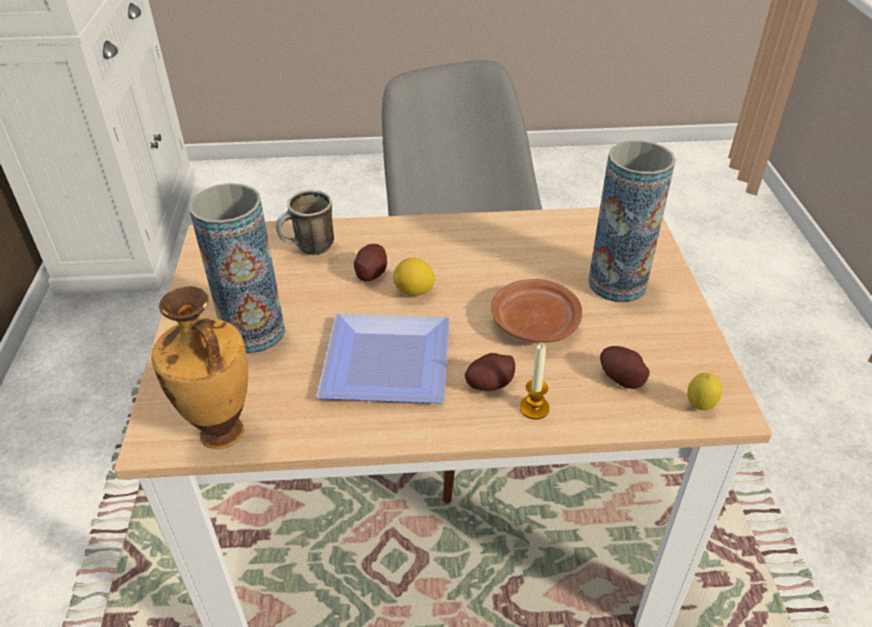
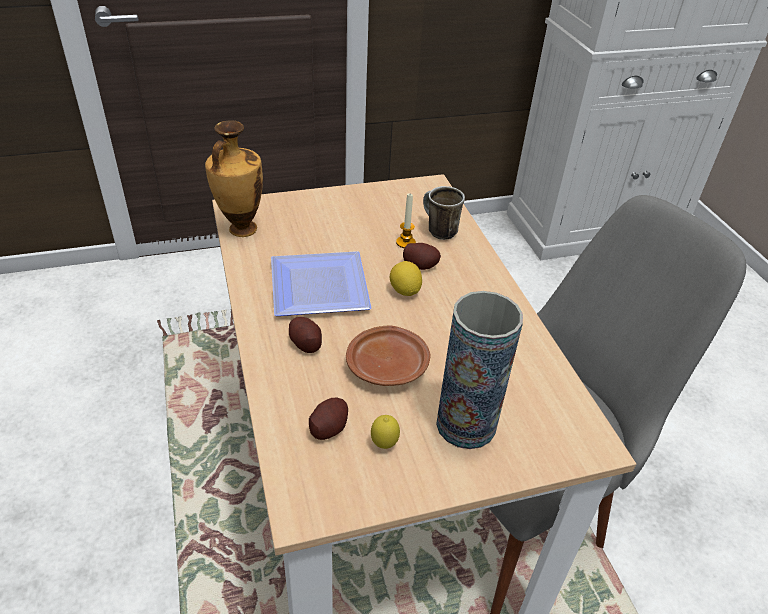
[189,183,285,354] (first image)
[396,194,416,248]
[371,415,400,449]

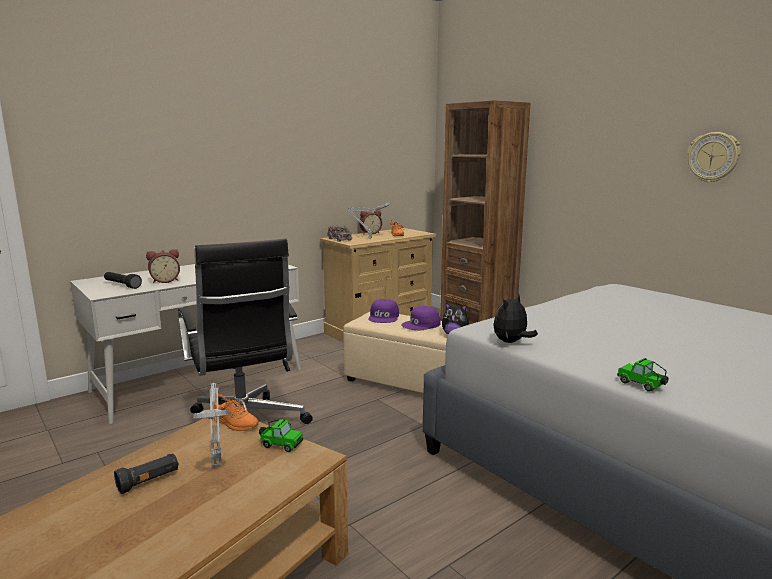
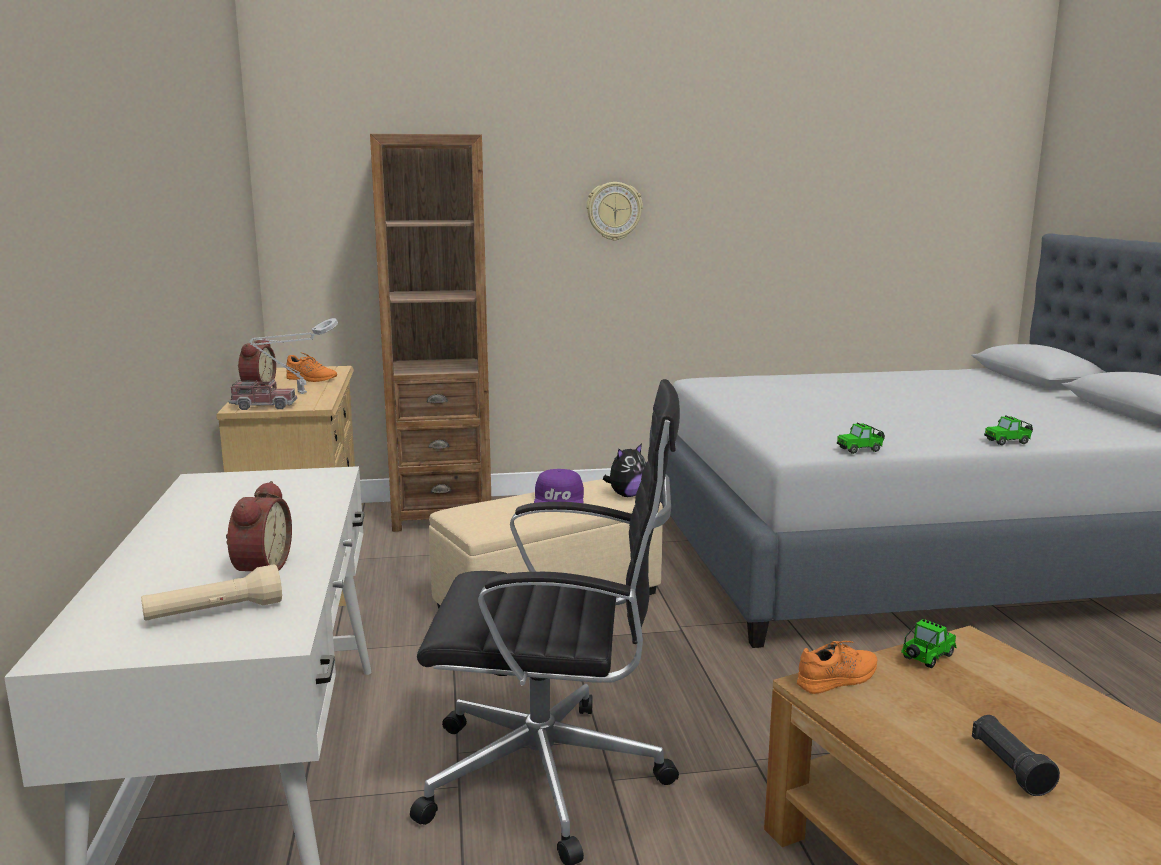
[586,182,643,241]
[141,564,282,621]
[837,423,885,454]
[368,299,399,323] (first image)
[193,383,227,467] (first image)

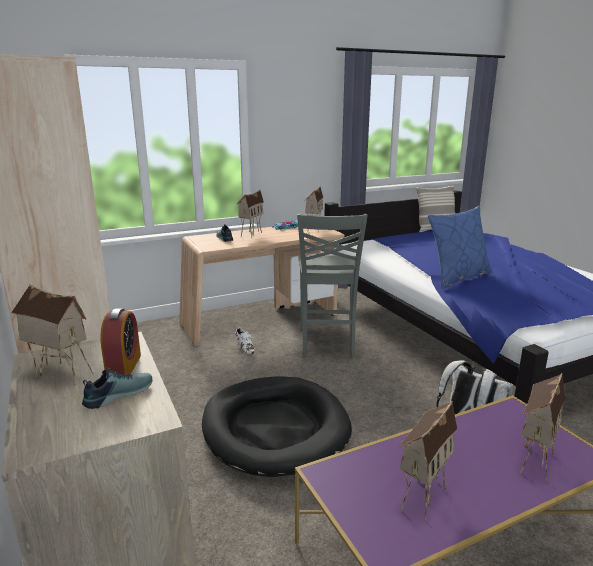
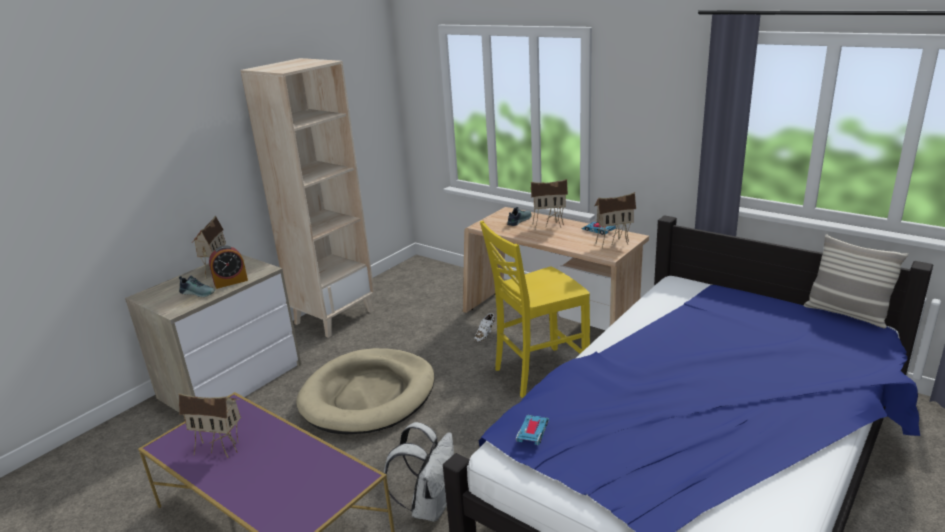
[428,206,493,289] (first image)
[480,221,590,398]
[520,373,566,482] (first image)
[296,348,435,434]
[516,415,549,445]

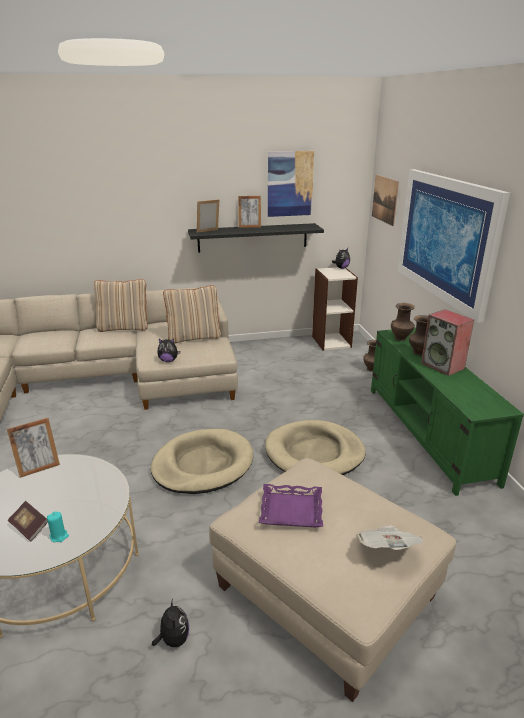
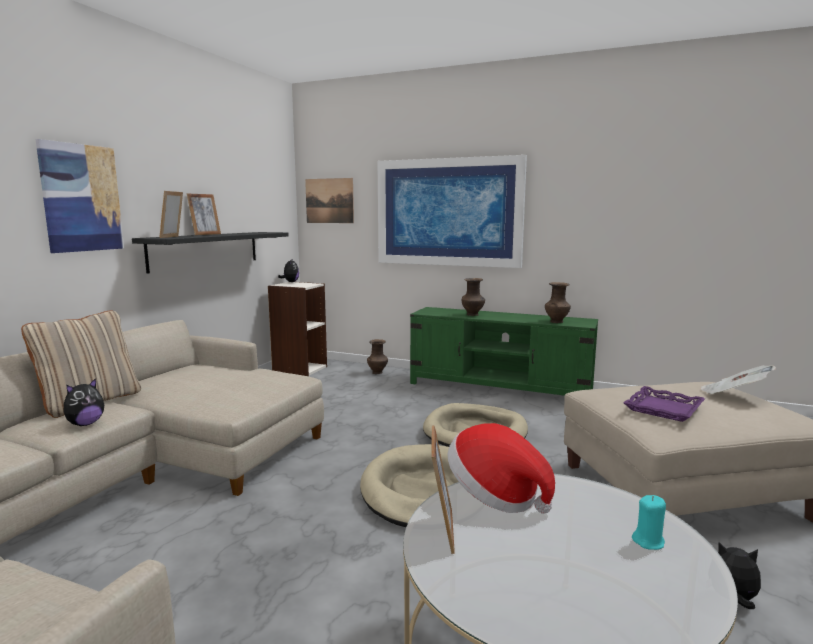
[35,139,124,253]
[163,285,221,344] (first image)
[545,282,571,323]
[421,309,474,376] (first image)
[63,378,104,426]
[8,501,48,541] (first image)
[448,423,555,514]

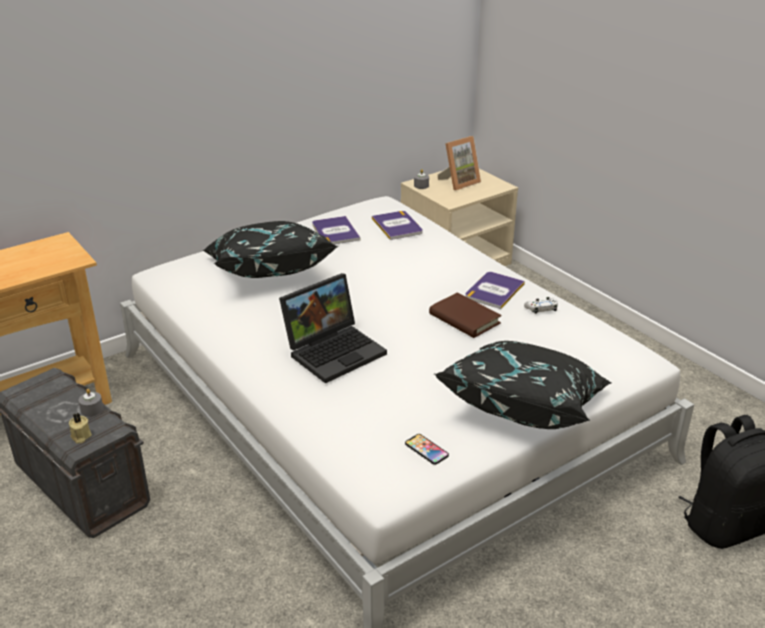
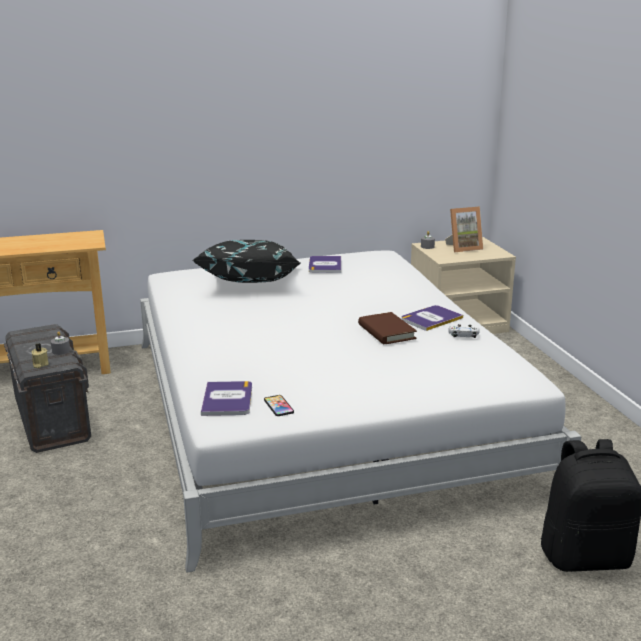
[201,381,252,416]
[279,273,387,383] (first image)
[434,341,612,429] (first image)

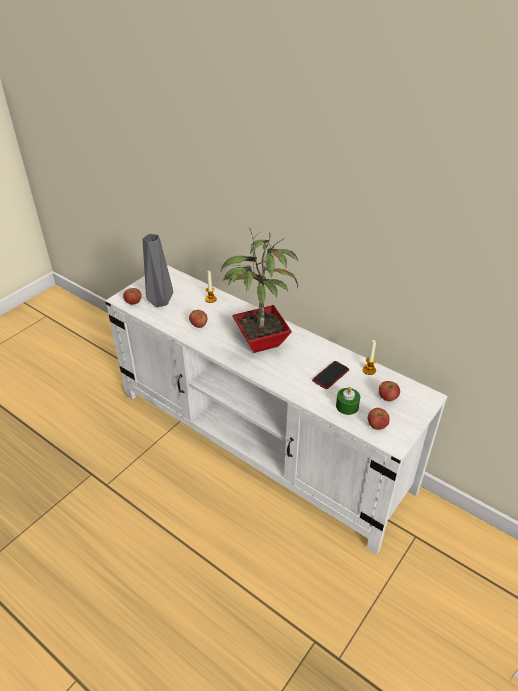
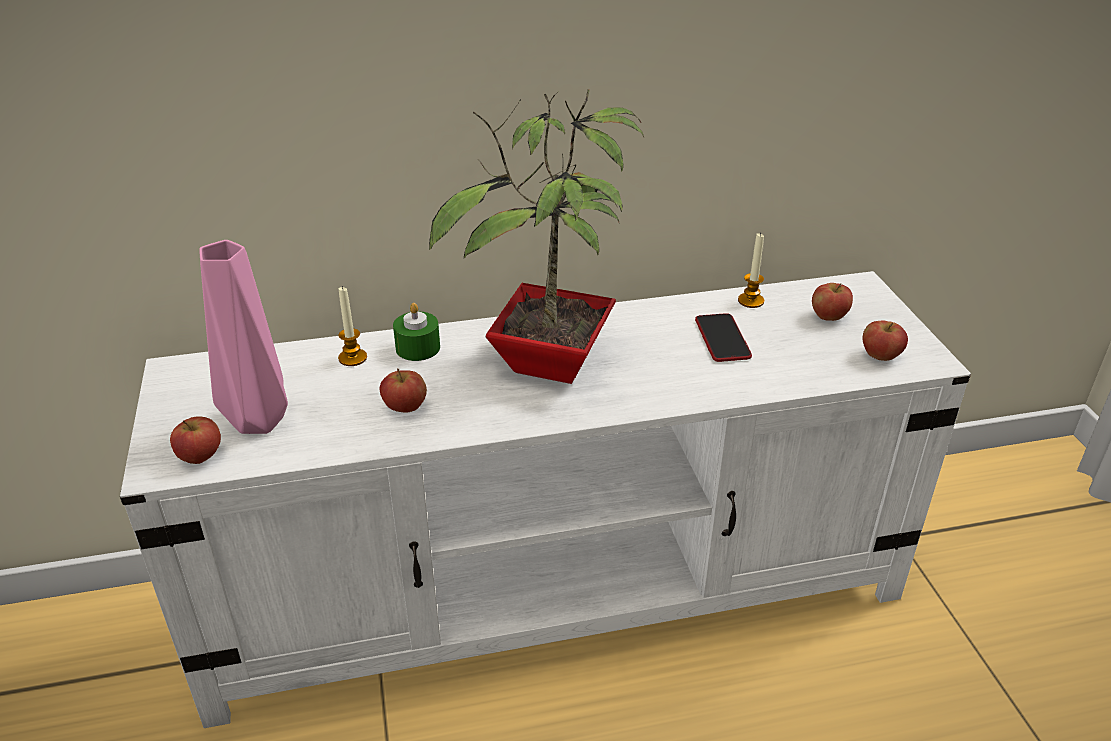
[199,240,288,434]
[393,303,440,361]

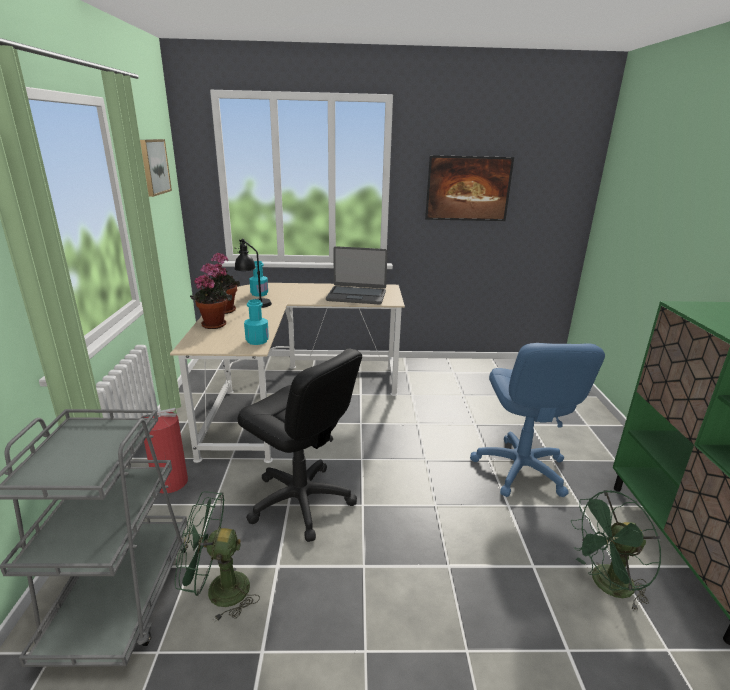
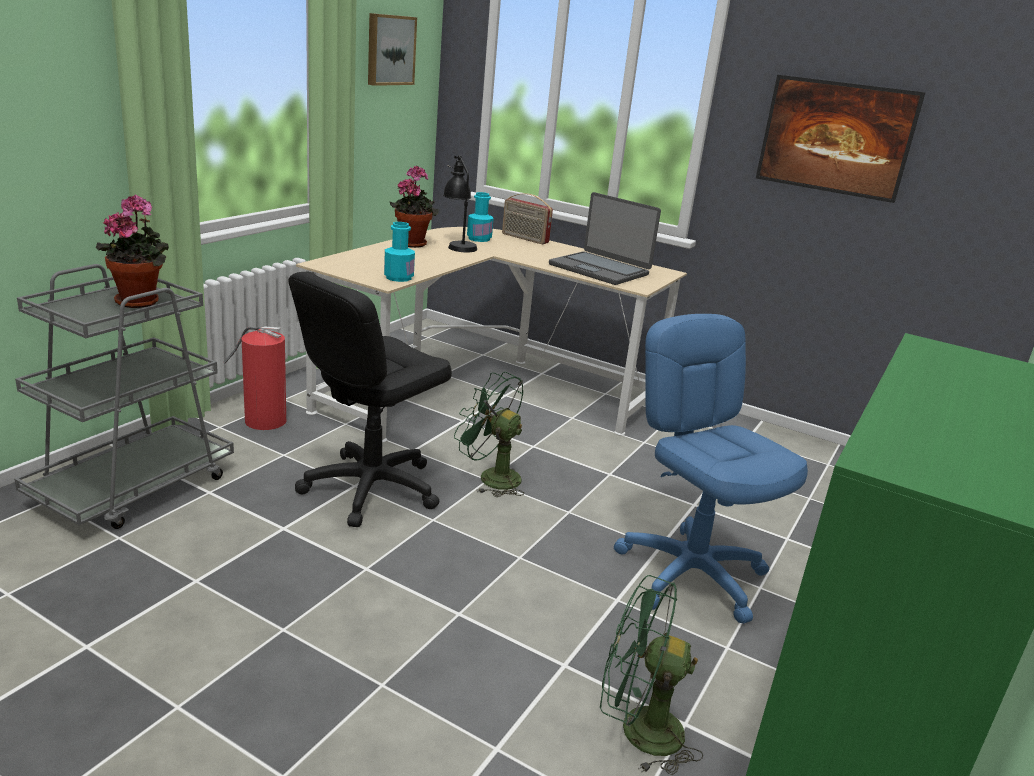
[96,194,169,308]
[614,314,808,624]
[288,271,452,527]
[454,372,524,497]
[502,193,553,244]

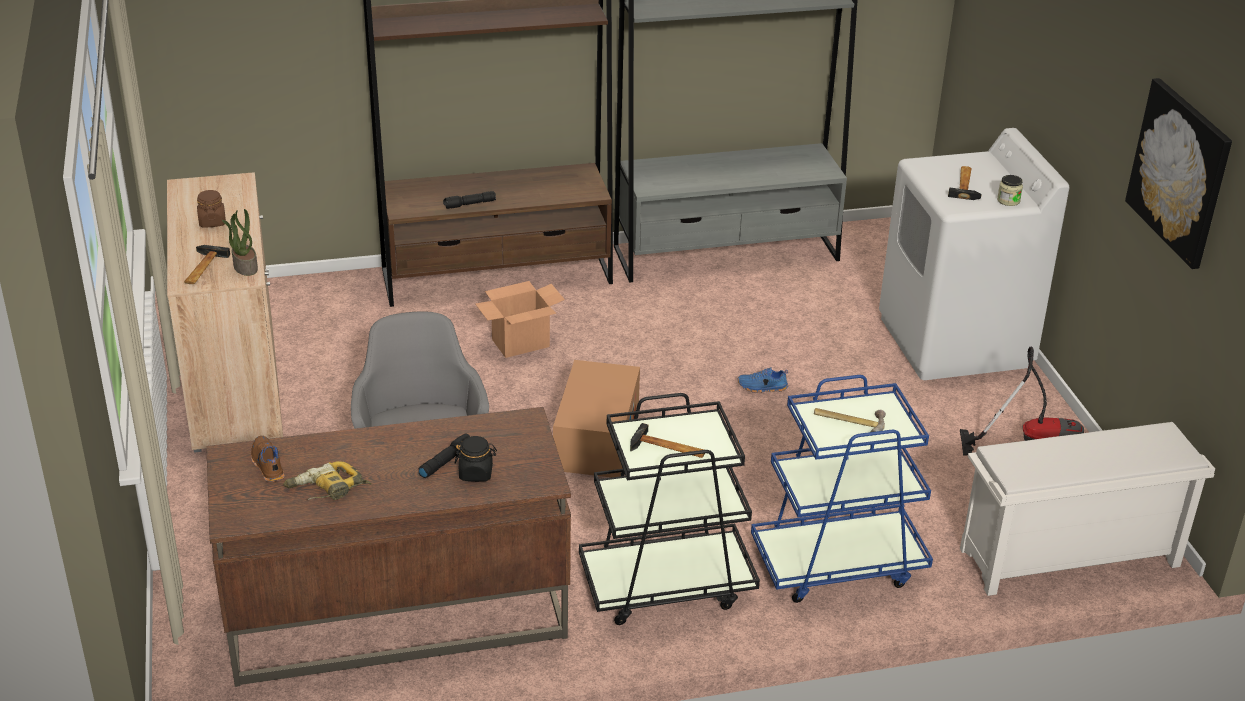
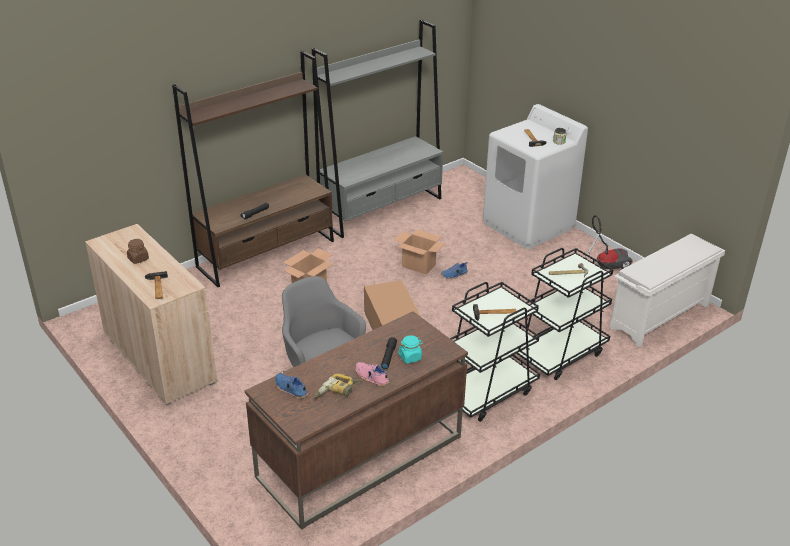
[1125,78,1232,269] (first image)
[222,209,258,276] (first image)
[516,248,613,380]
[275,373,308,399]
[398,335,423,364]
[394,230,445,275]
[356,362,389,387]

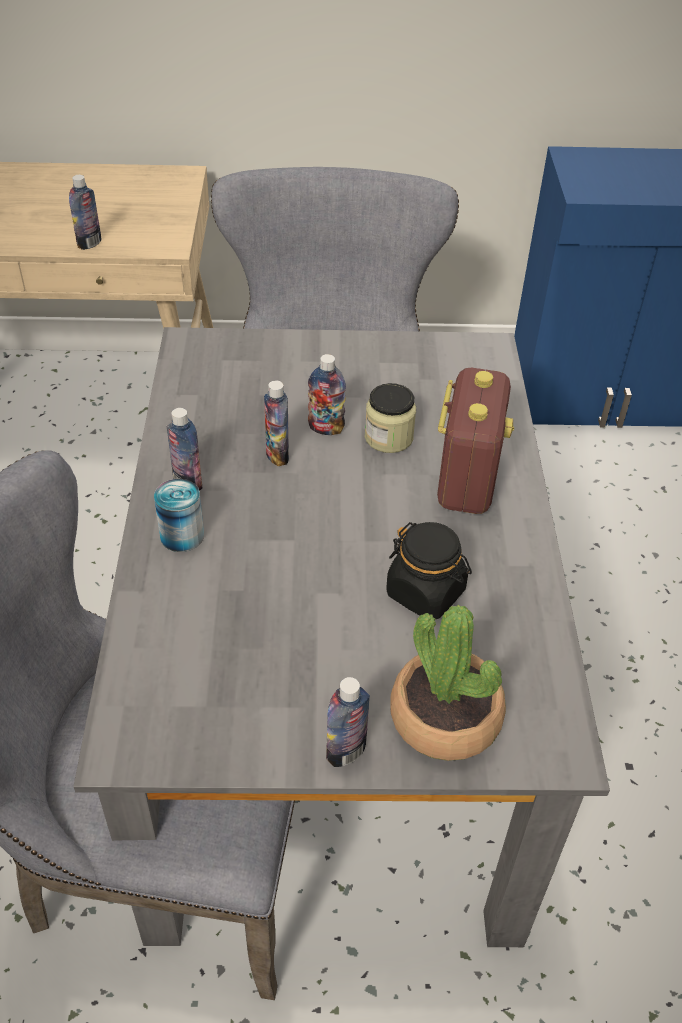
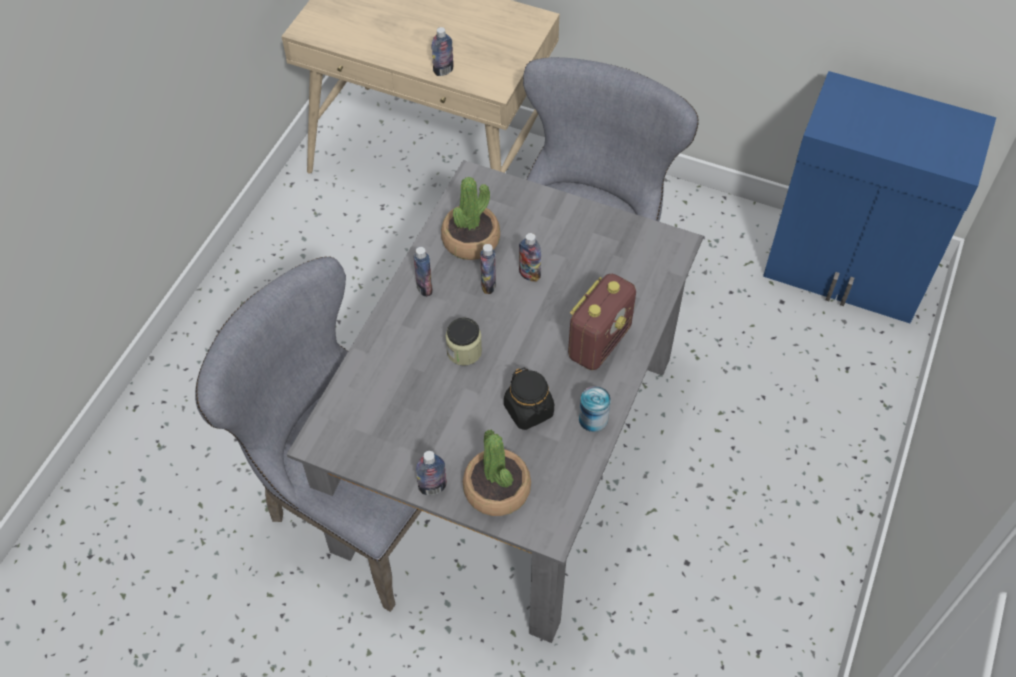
[445,317,482,366]
[579,386,611,432]
[441,177,500,260]

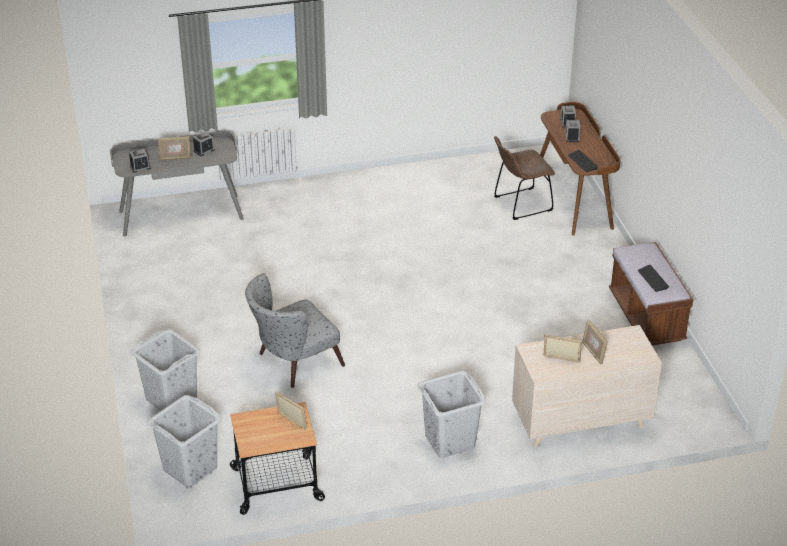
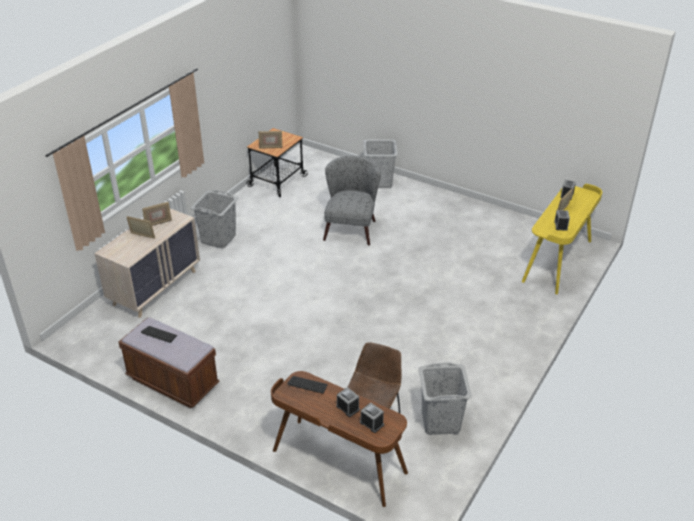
[522,184,602,294]
[418,363,472,435]

